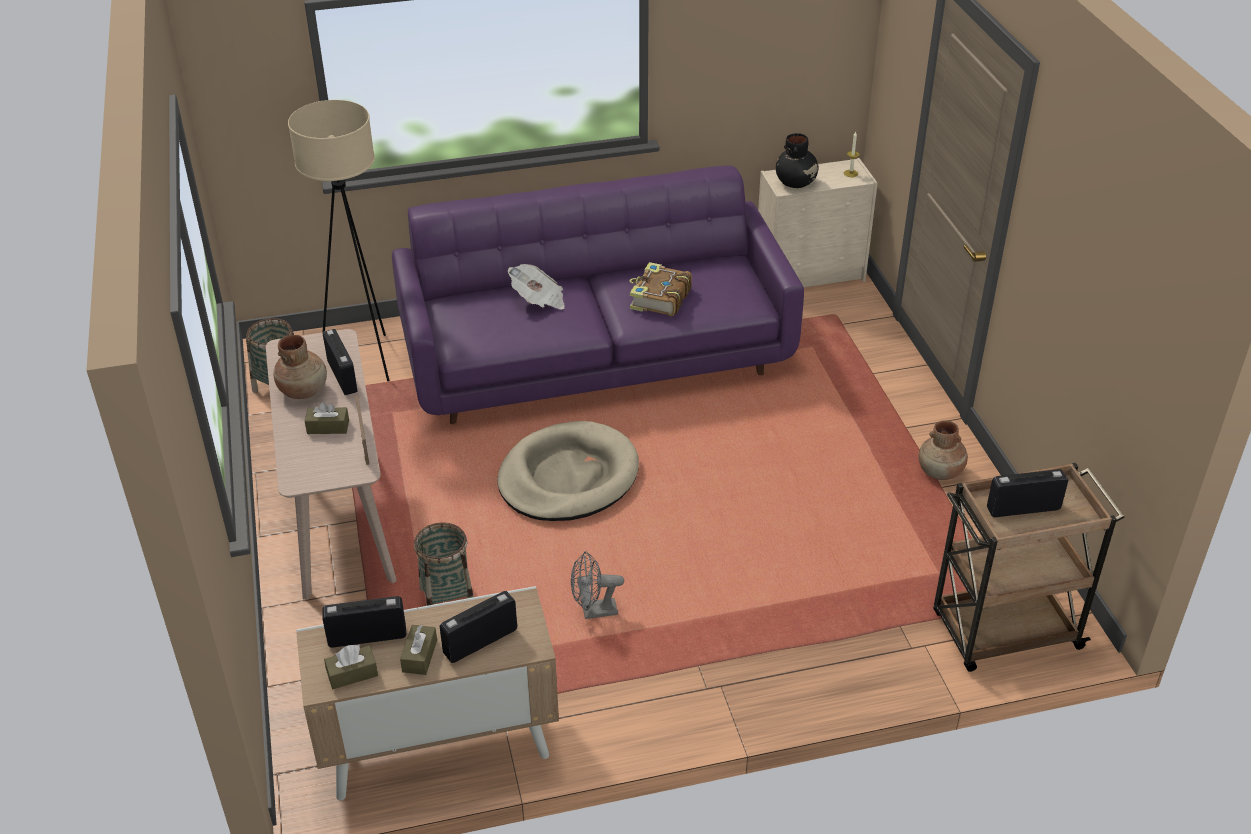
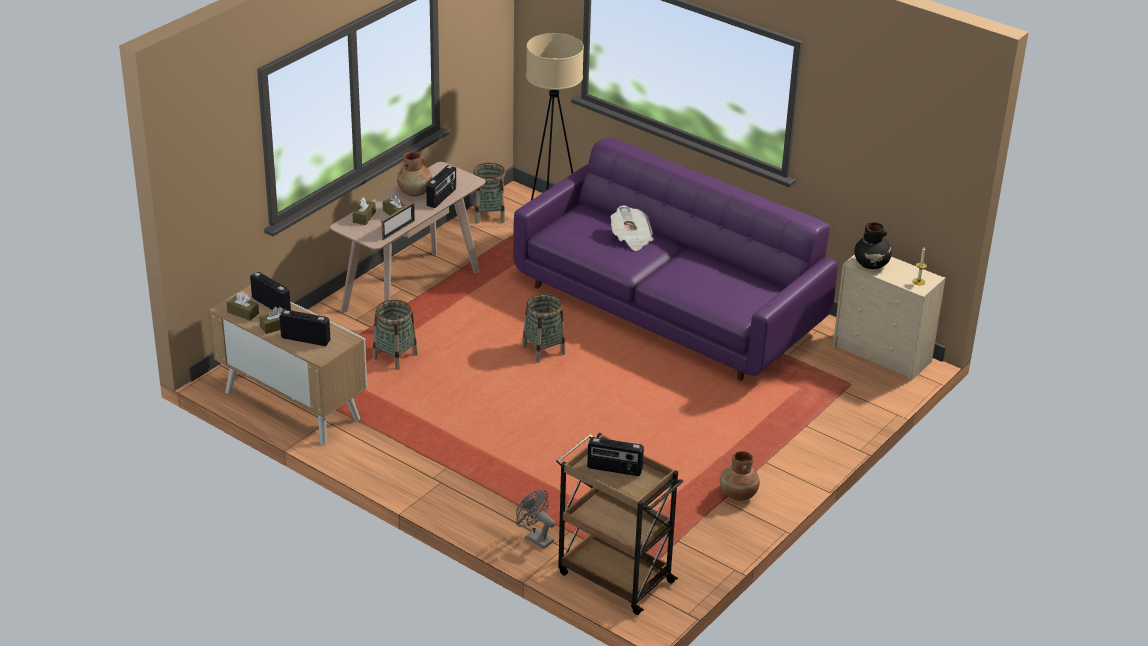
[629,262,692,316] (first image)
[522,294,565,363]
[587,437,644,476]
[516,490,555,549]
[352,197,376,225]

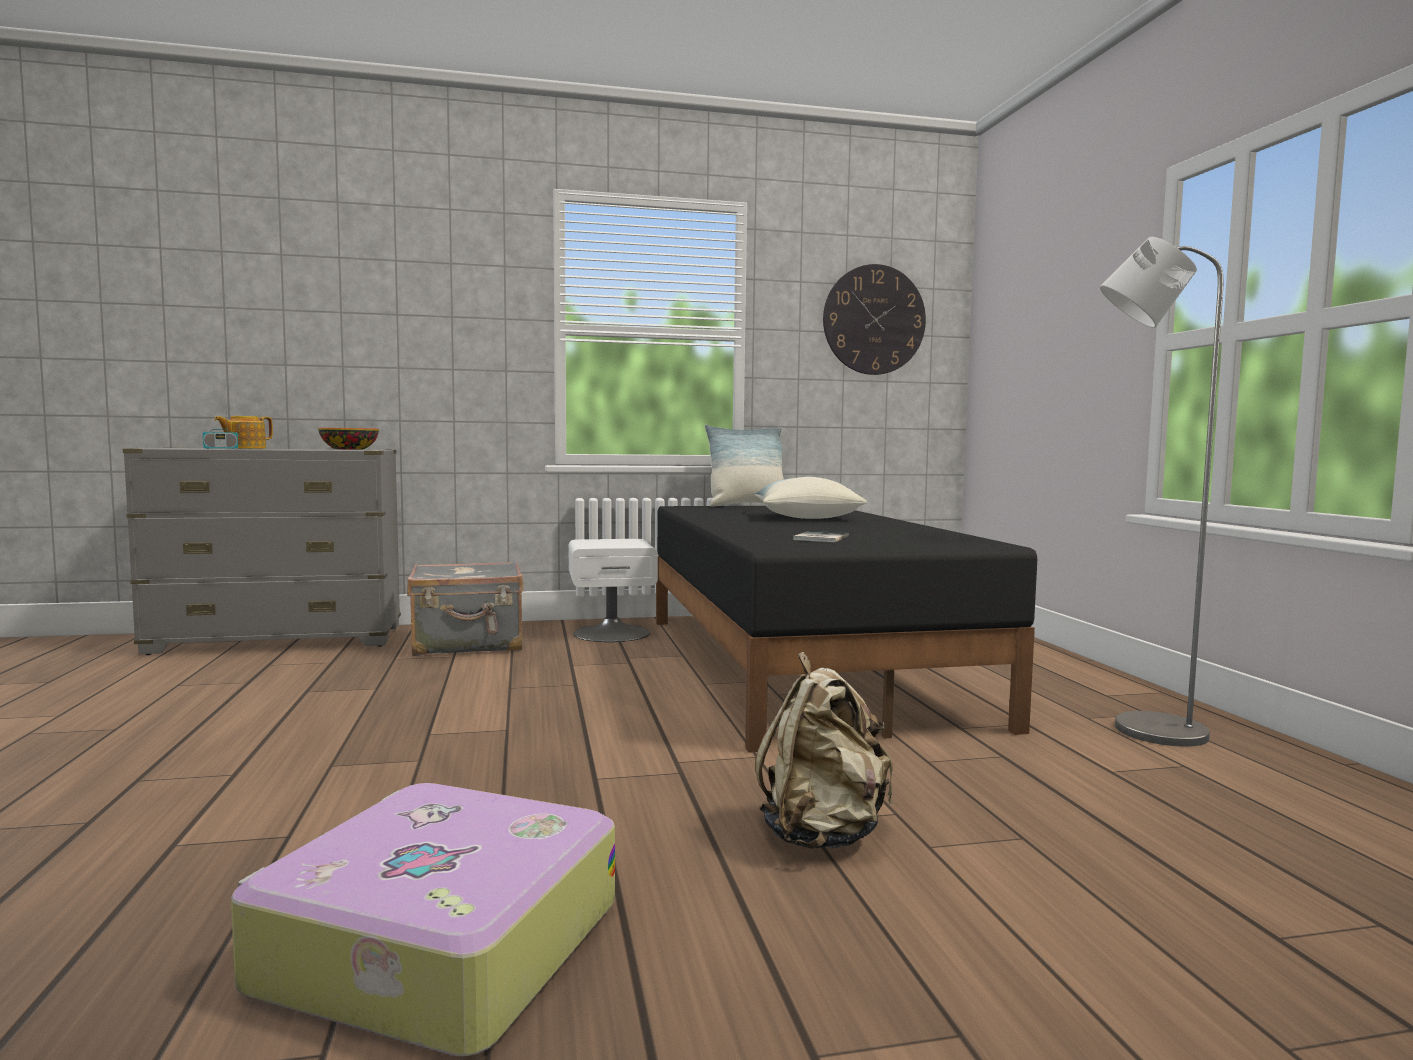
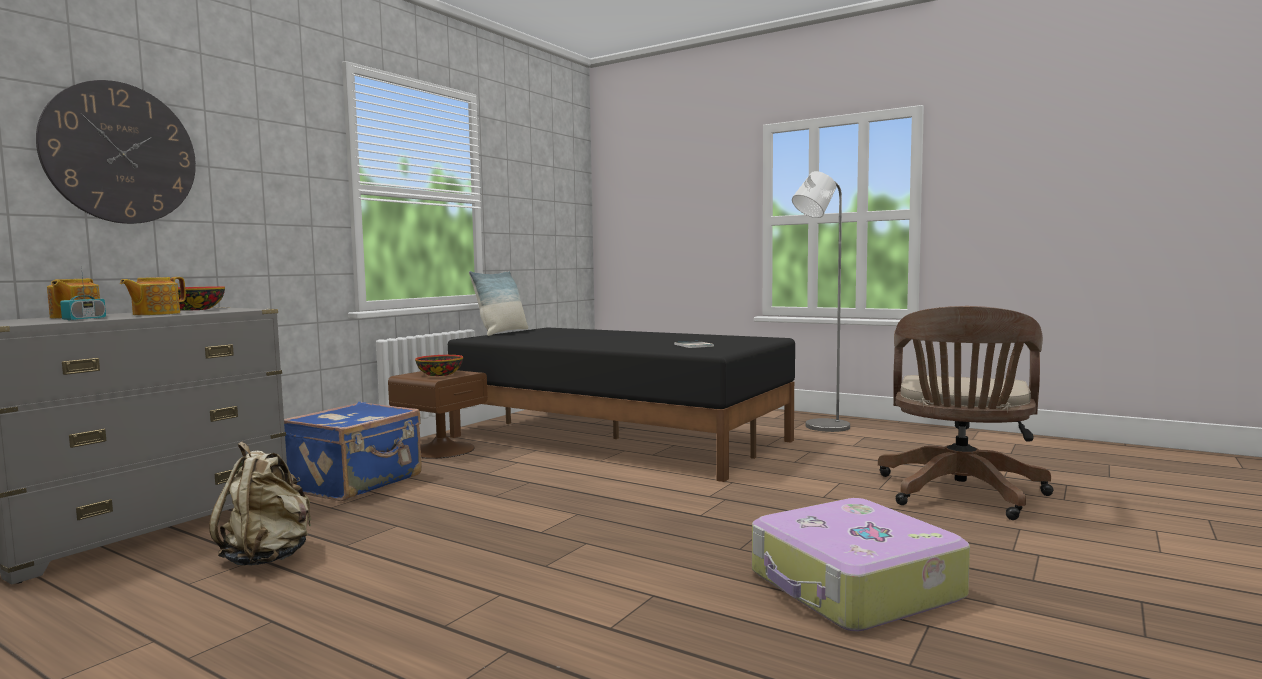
[36,80,196,224]
[755,477,867,519] (first image)
[388,370,488,459]
[284,402,422,501]
[209,442,311,566]
[120,277,186,315]
[878,306,1054,520]
[415,355,463,376]

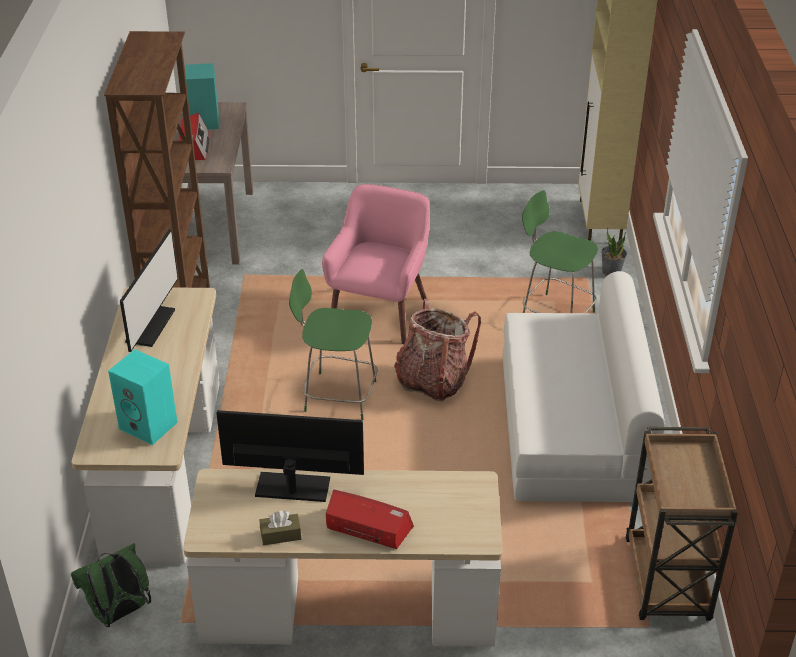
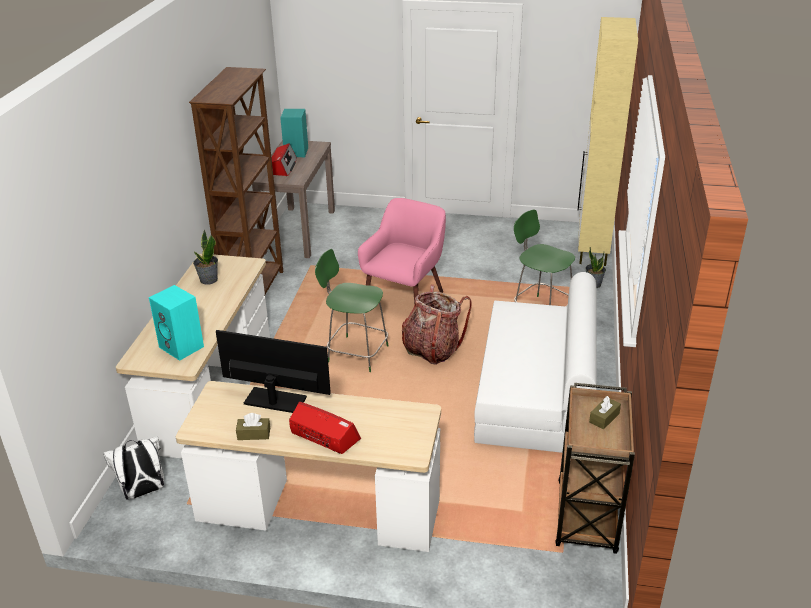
[193,230,218,285]
[103,436,164,500]
[589,396,621,429]

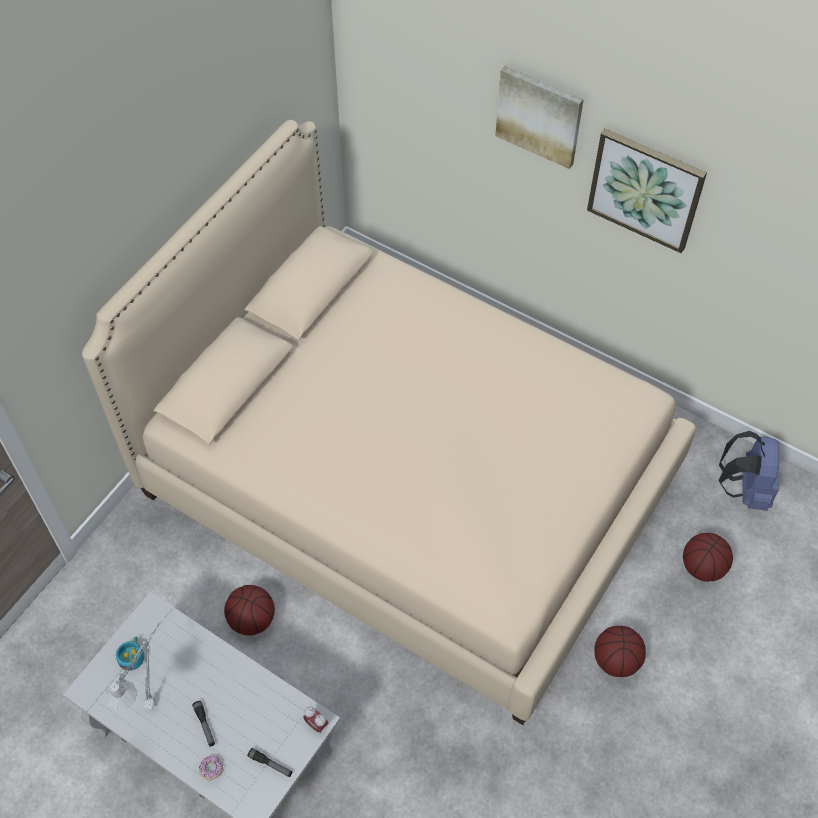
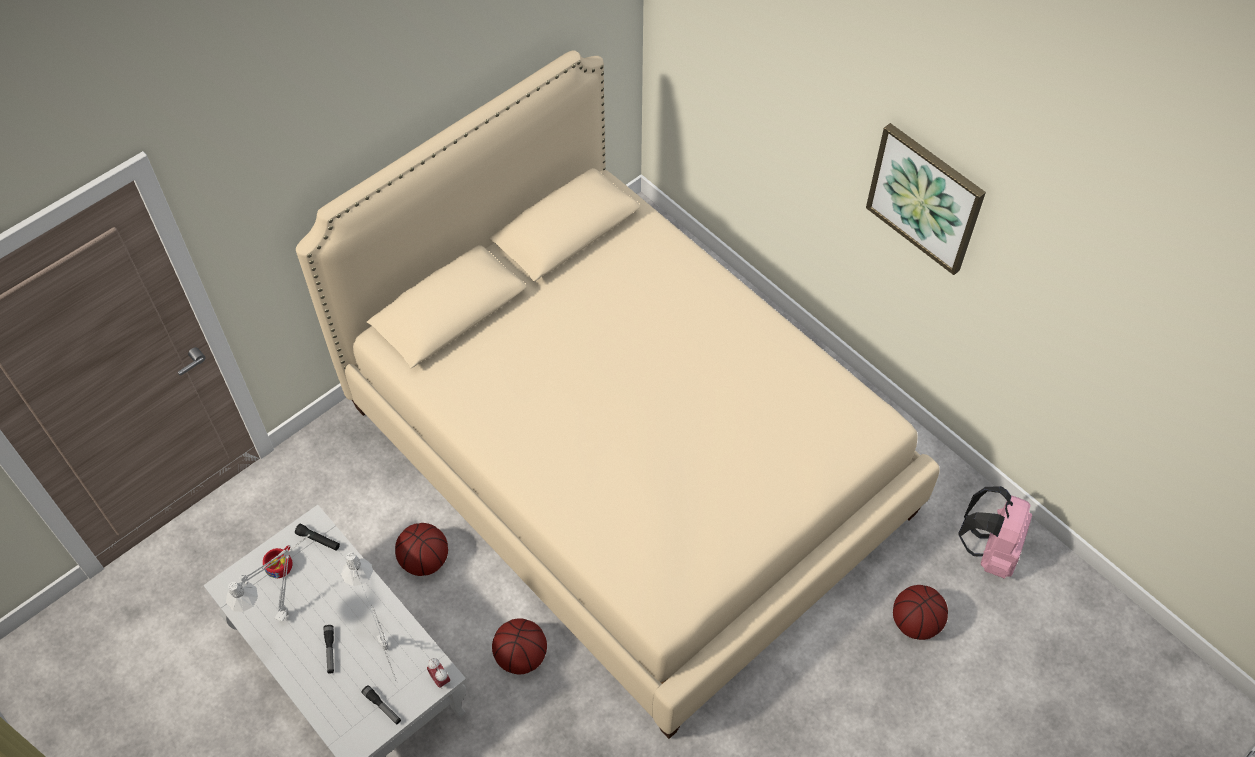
[495,66,584,169] (first image)
[958,486,1032,579]
[492,618,547,674]
[263,545,293,578]
[199,756,223,780] (first image)
[295,524,340,551]
[341,552,398,682]

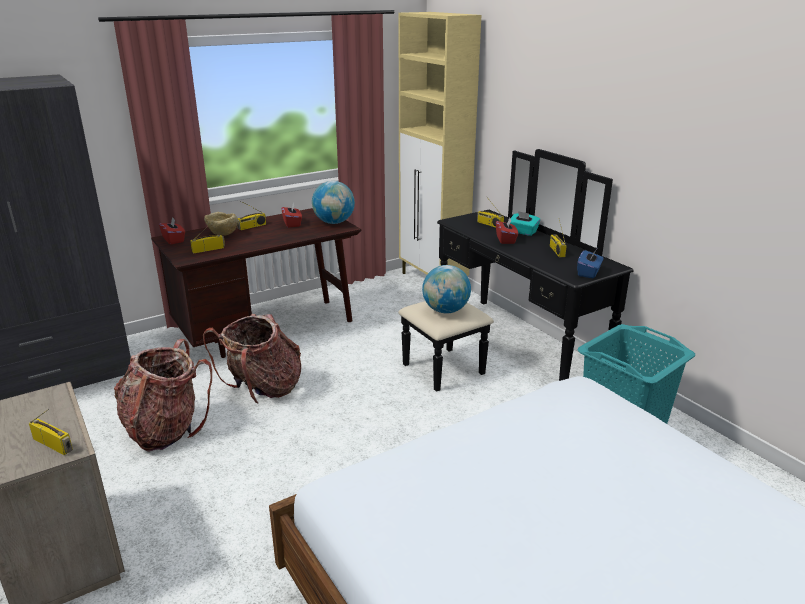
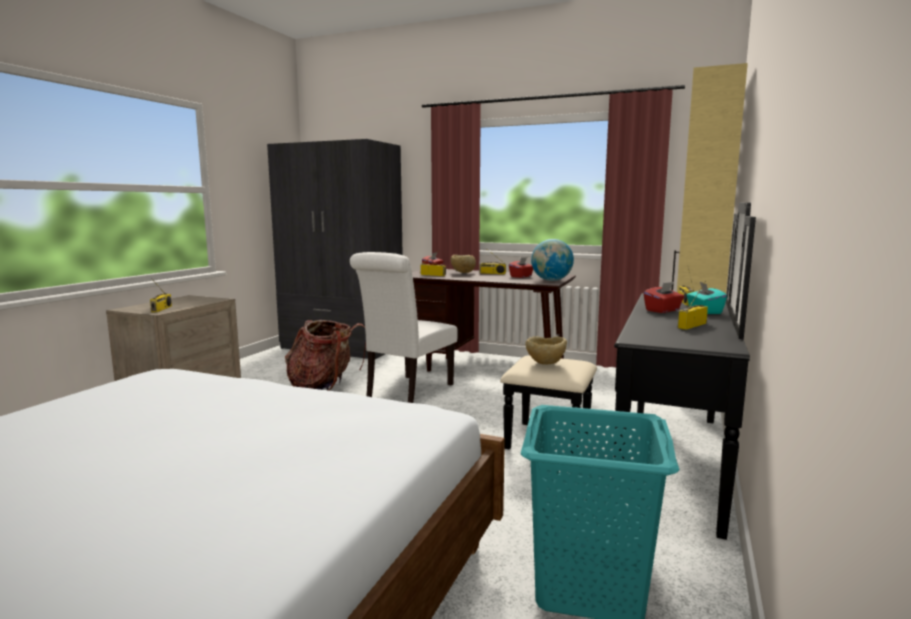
[577,249,604,278] (first image)
[525,336,567,365]
[350,252,458,403]

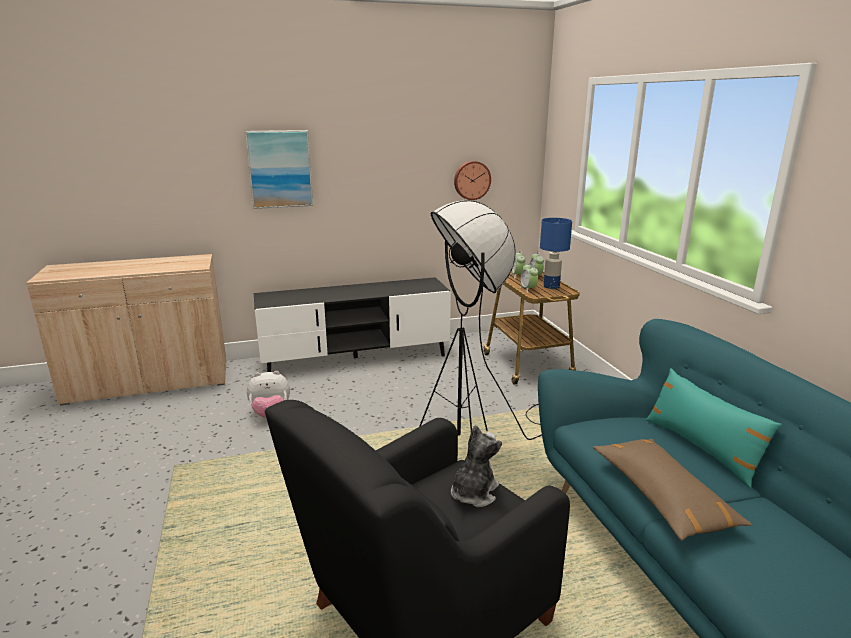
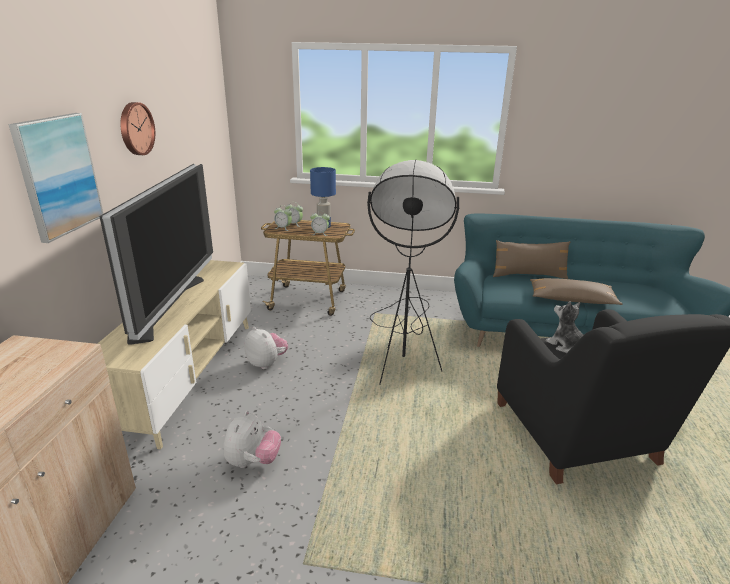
[120,102,155,155]
[97,260,251,449]
[493,240,570,279]
[100,164,213,344]
[245,327,288,369]

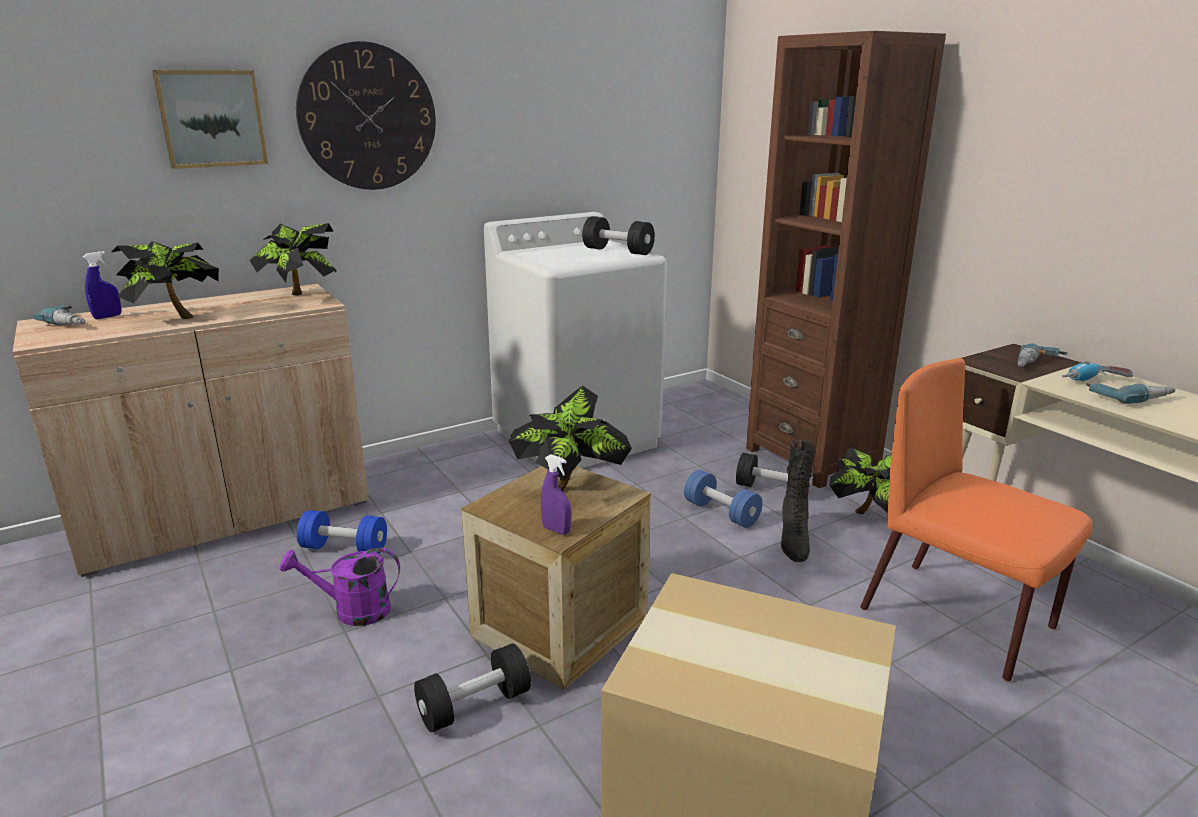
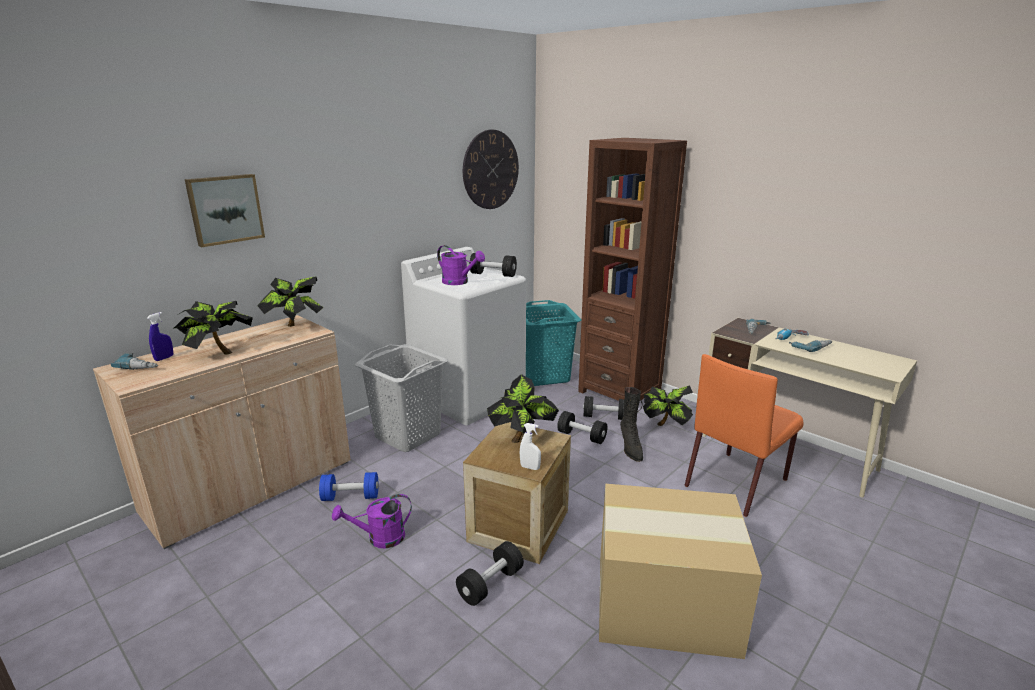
[463,130,519,209]
[685,354,804,517]
[520,423,541,470]
[557,411,608,444]
[437,245,485,285]
[526,300,582,386]
[355,344,448,452]

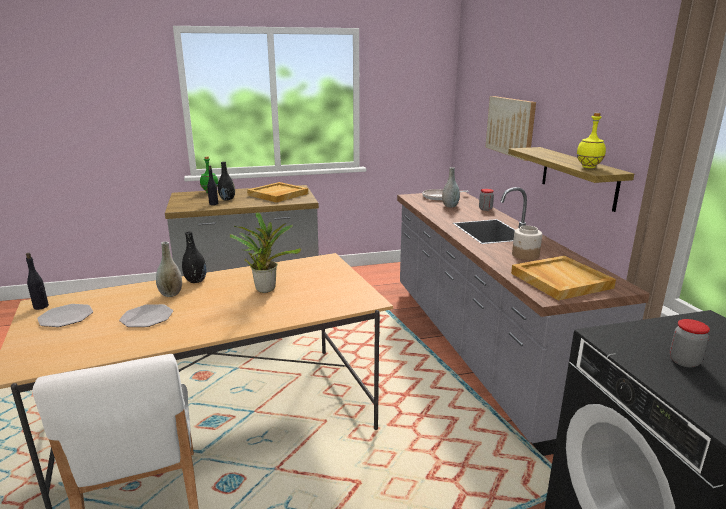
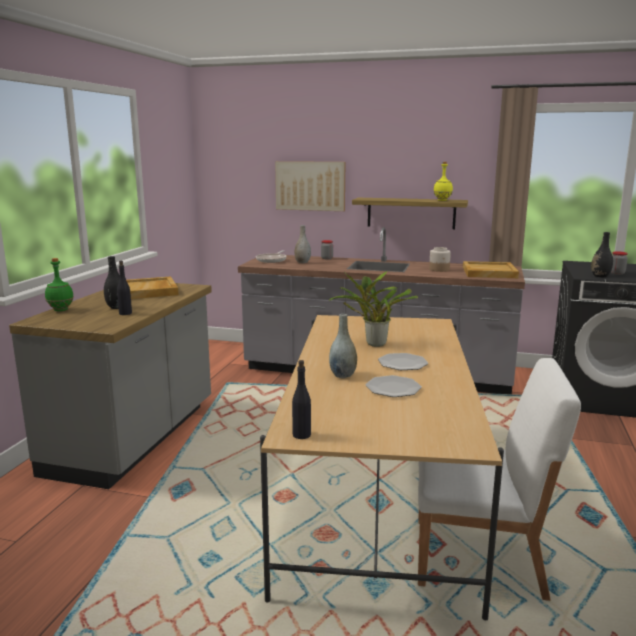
[591,232,613,277]
[378,353,428,370]

